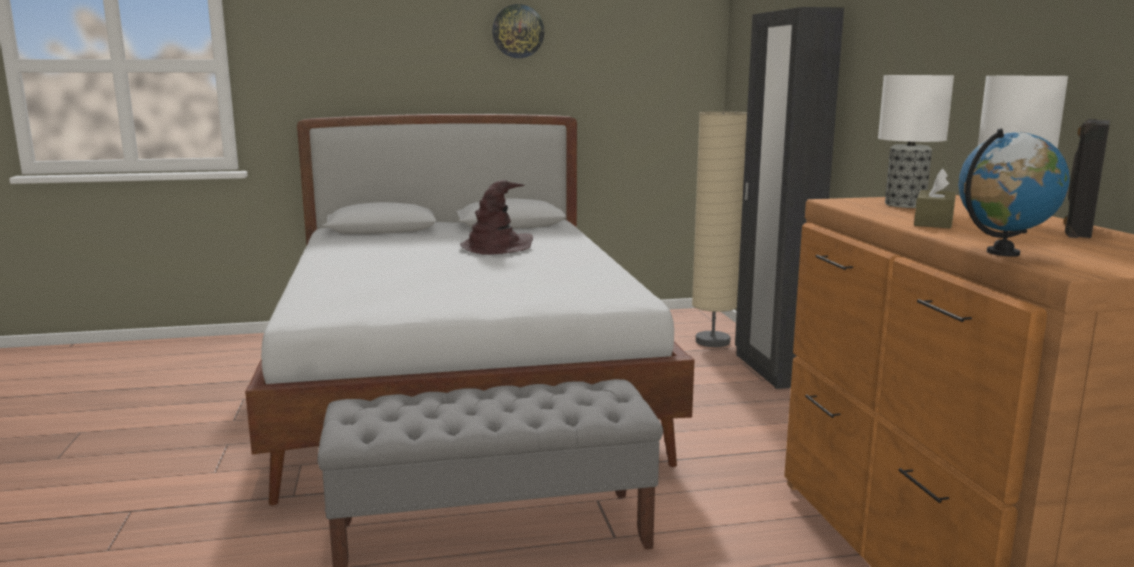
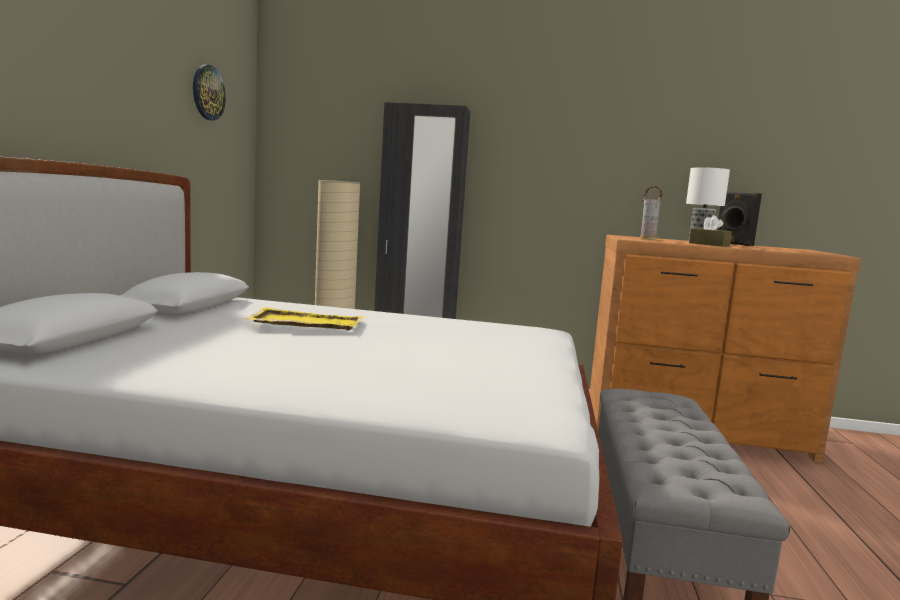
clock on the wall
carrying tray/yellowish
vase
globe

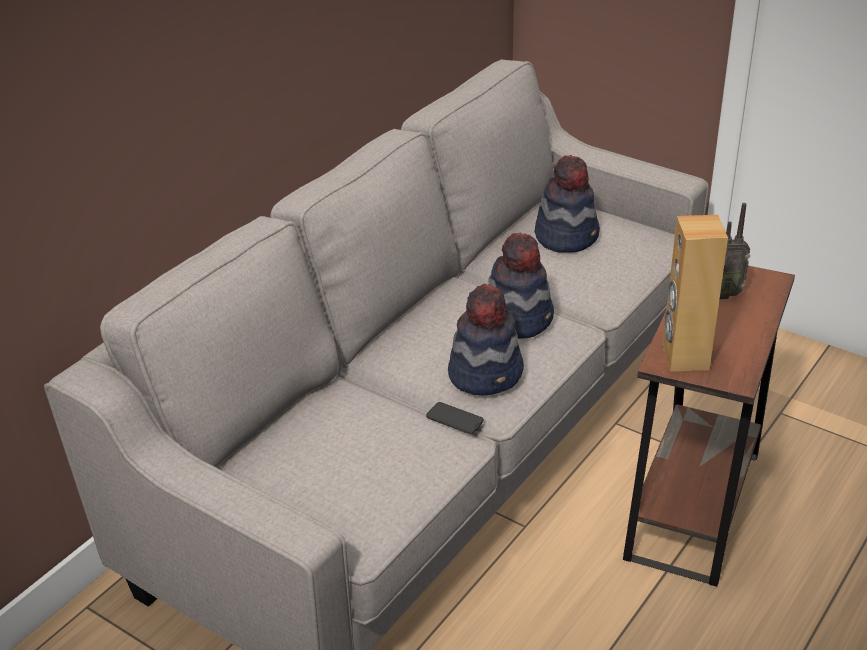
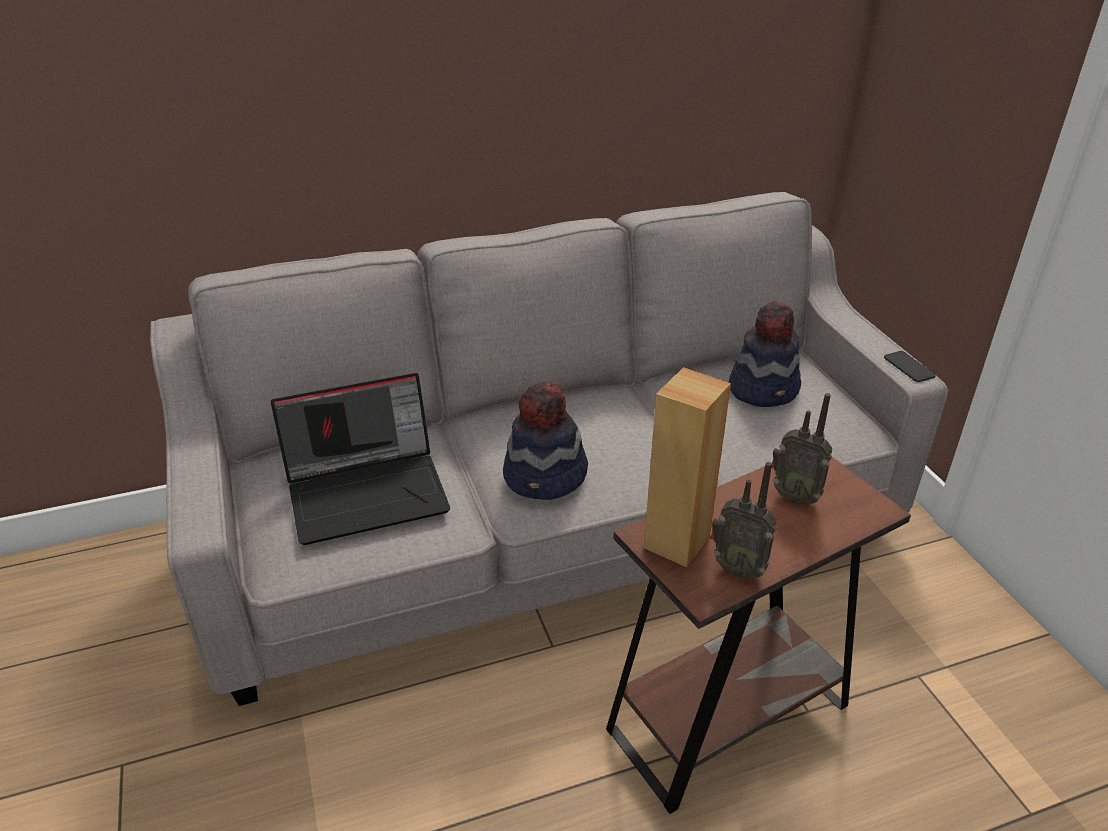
laptop
radio set (no. 1 from left)
telephone
wearable hat (no. 2 from left in the first image)

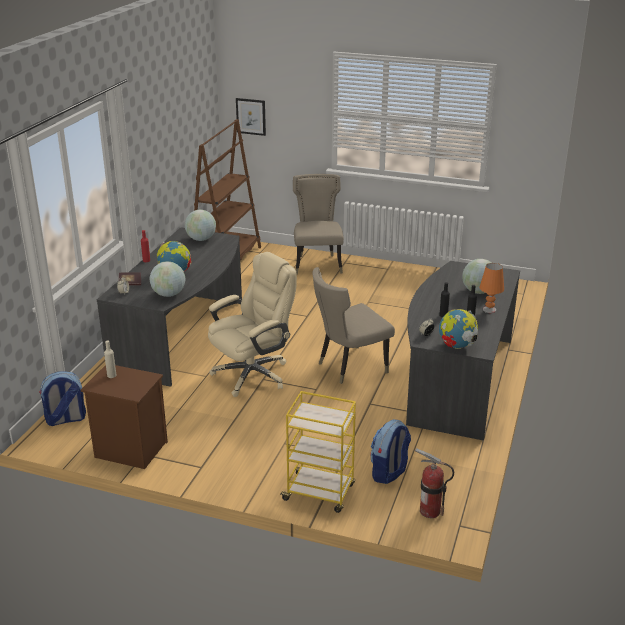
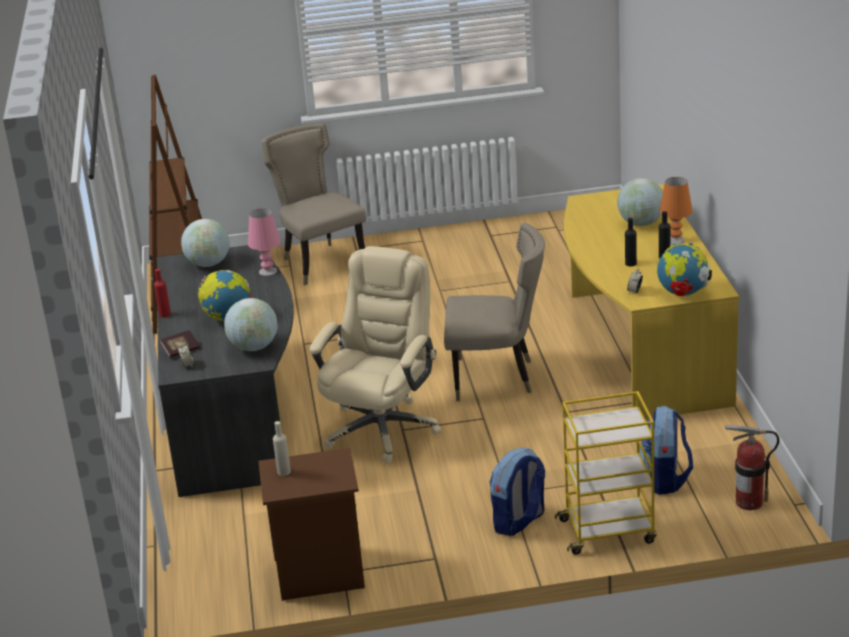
tabletop lamp/pink-coloured
upright chair/beige (no. 2 from left)
backpack (no. 1 from left)
desk table/yellowish
picture

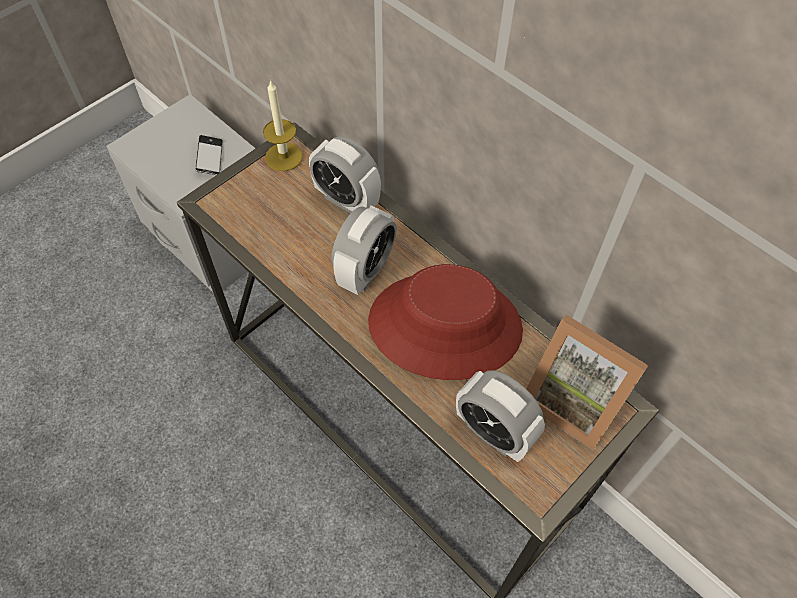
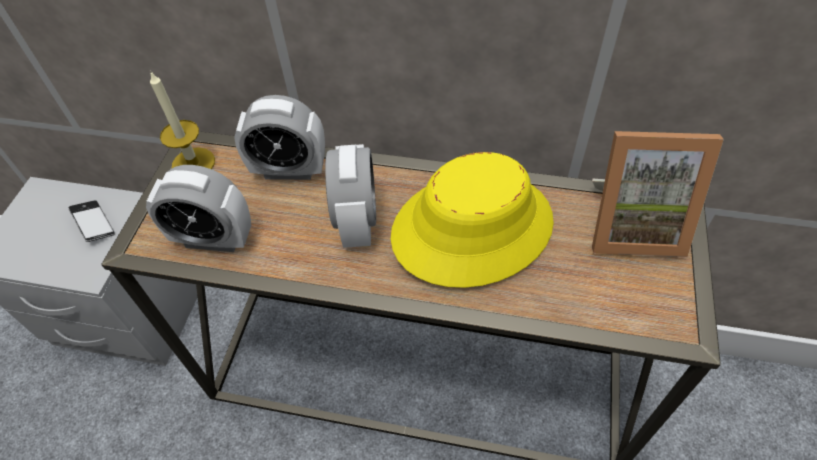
bedside clock (no. 1 from left)
wearable hat/yellowish

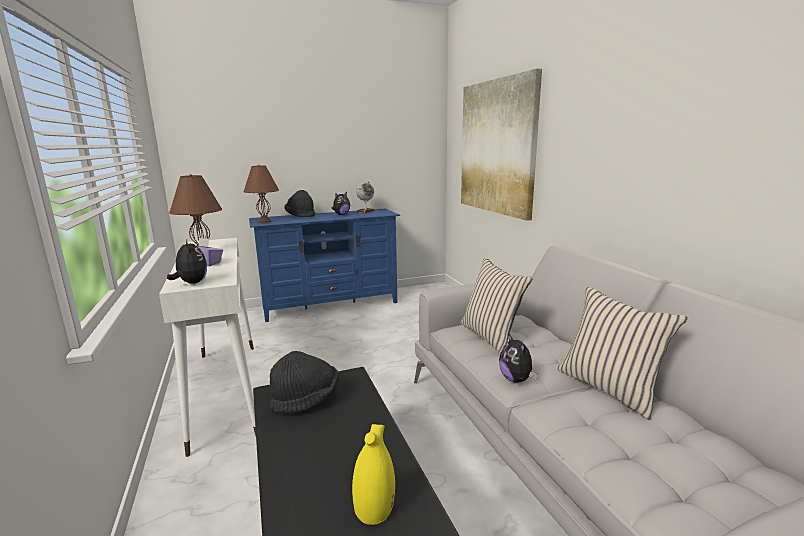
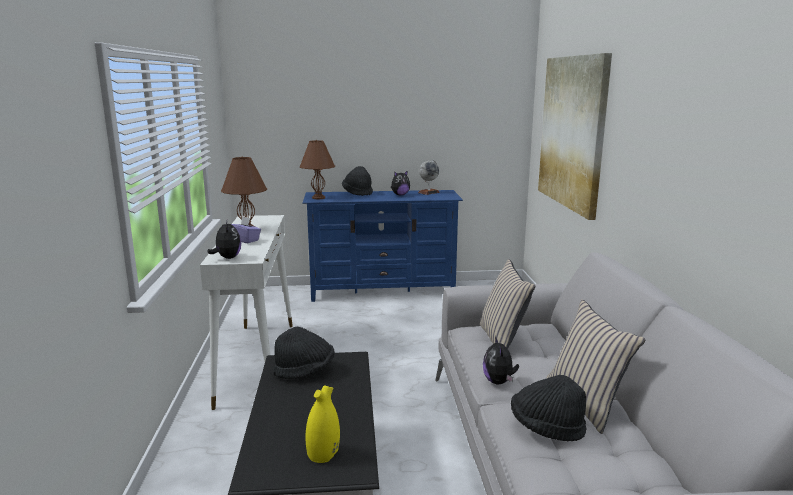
wearable hat/black-coloured (no. 3 from left)

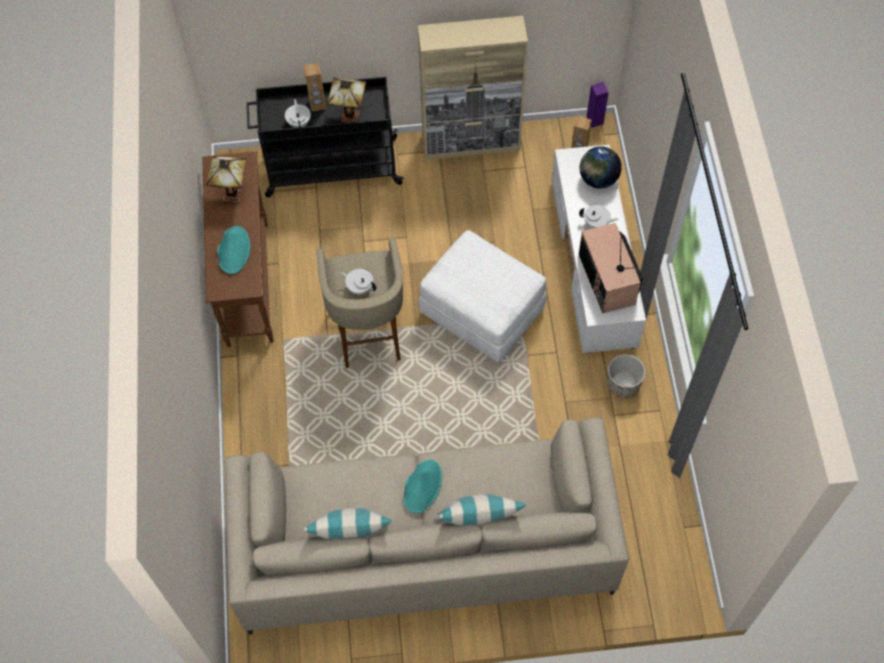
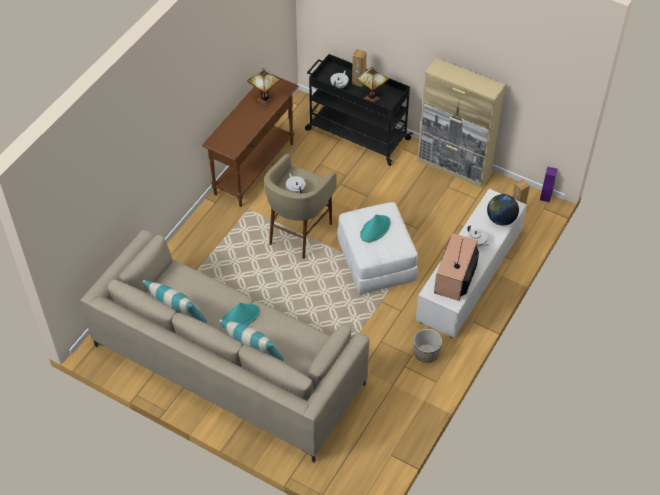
wearable hat/turquoise (no. 2 from left)

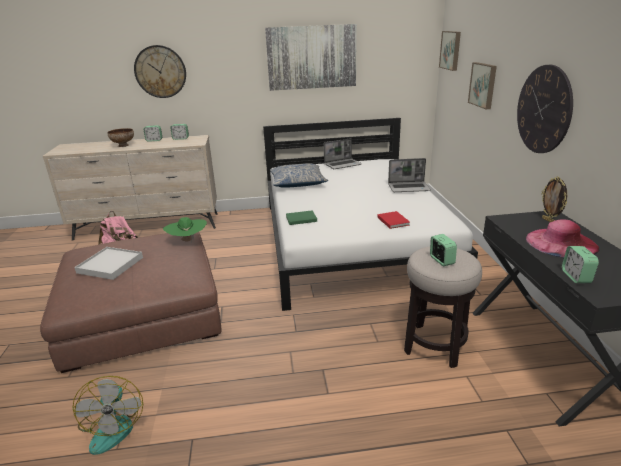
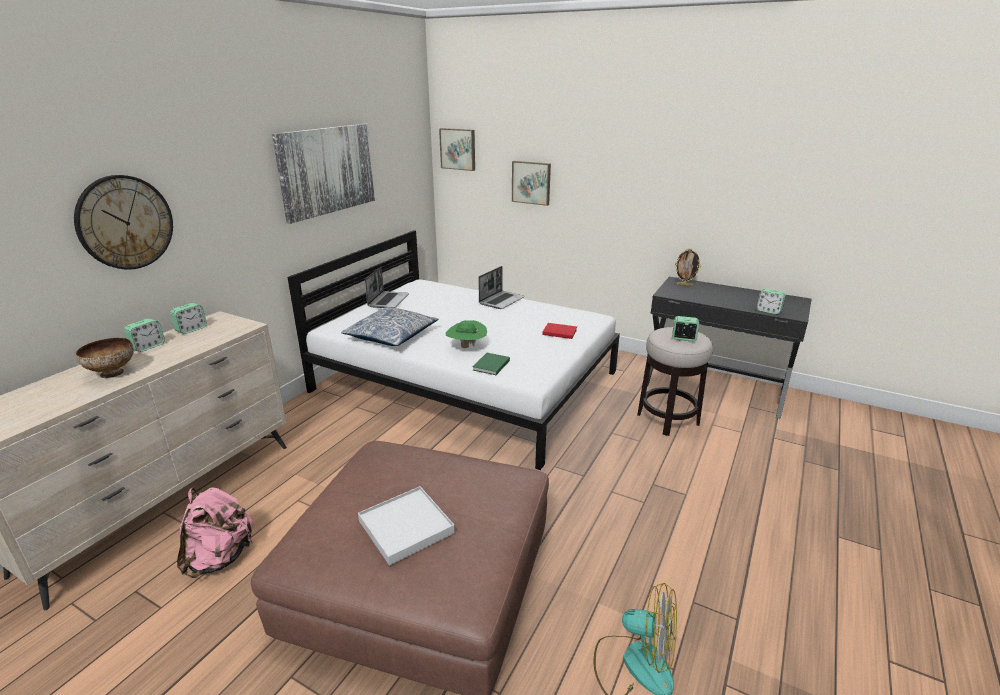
wearable hat/green
clock on the wall (no. 2 from left in the first image)
wearable hat/pink-coloured

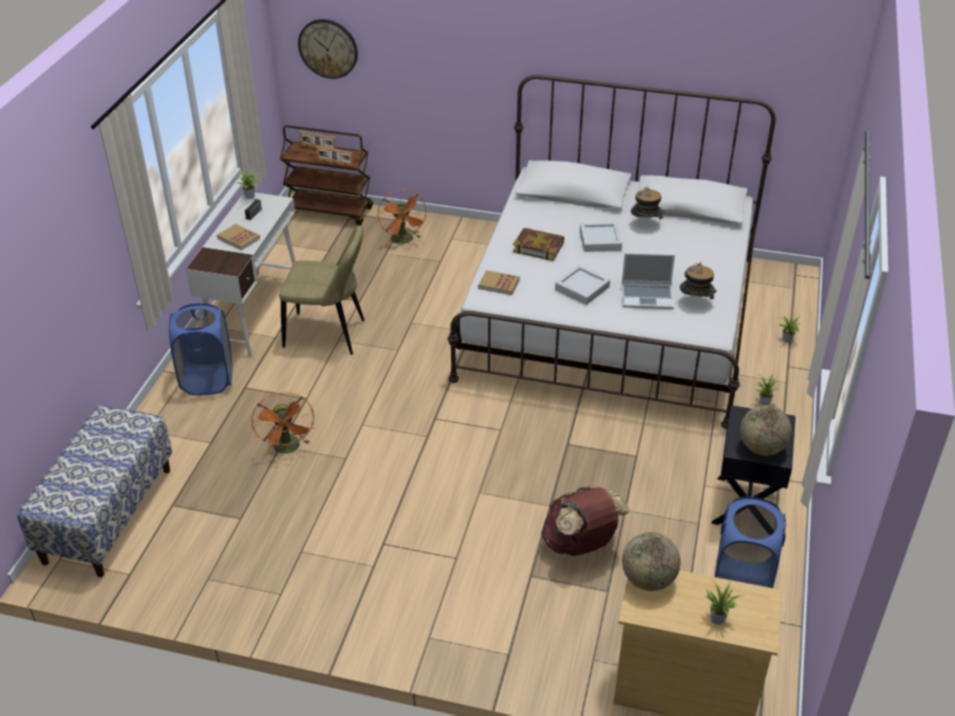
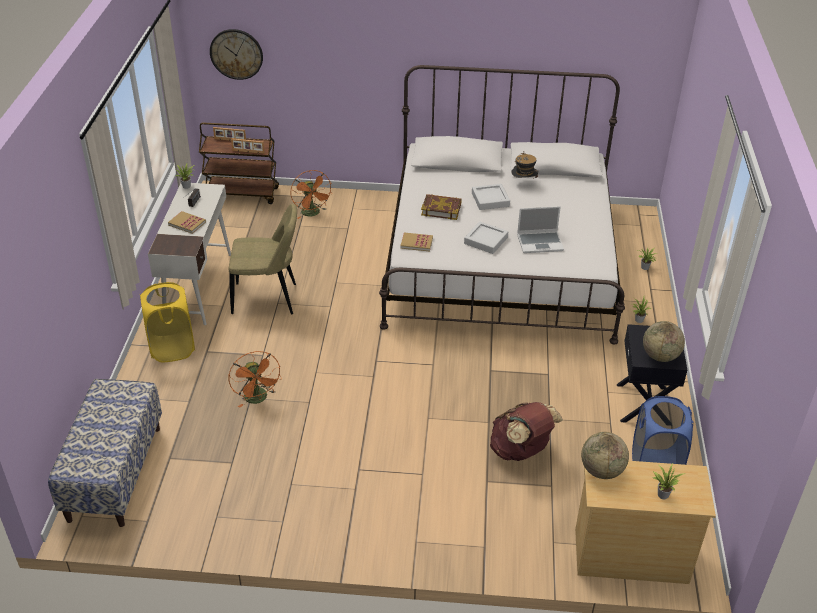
hamper/yellowish
wearable hat (no. 2 from left in the first image)

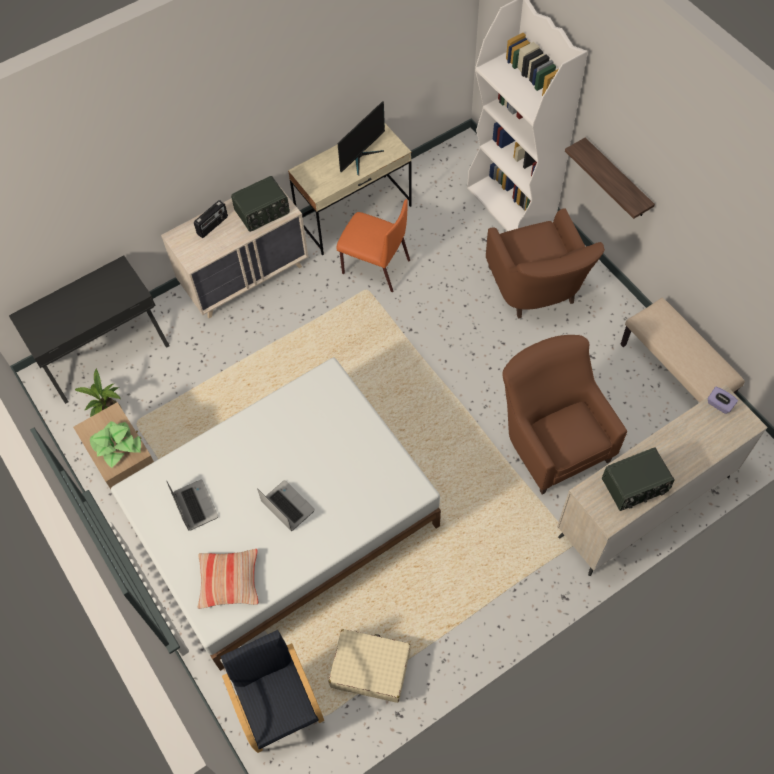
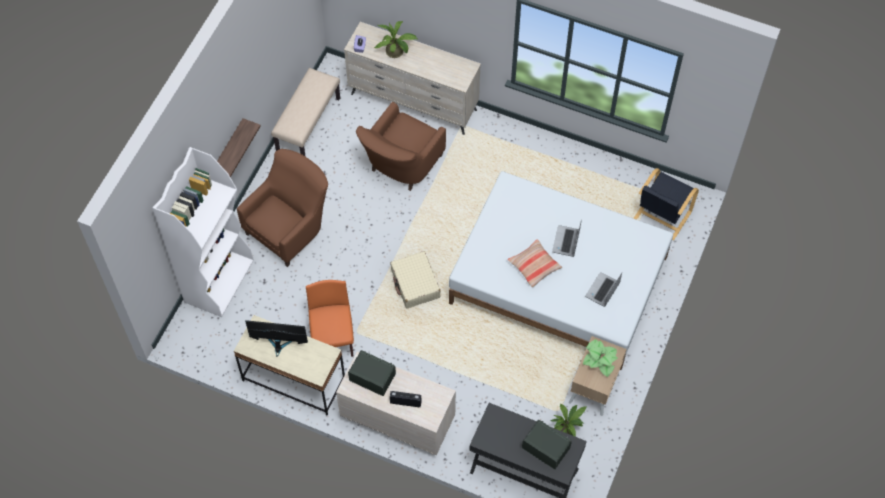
plant in a pot (no. 1 from left)
travel case/beige
pillow
radio set (no. 3 from left)

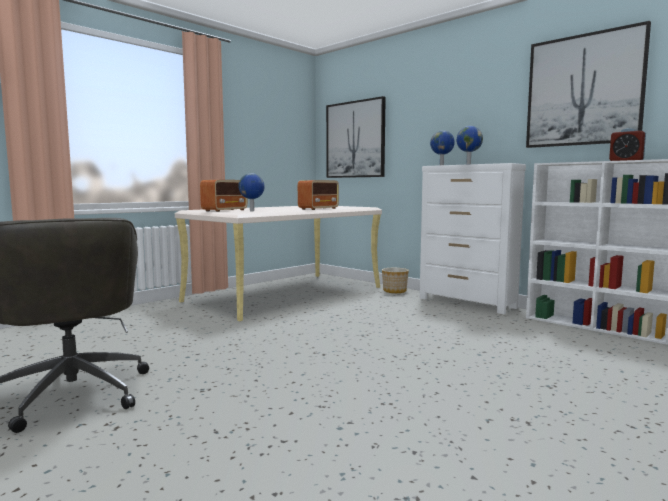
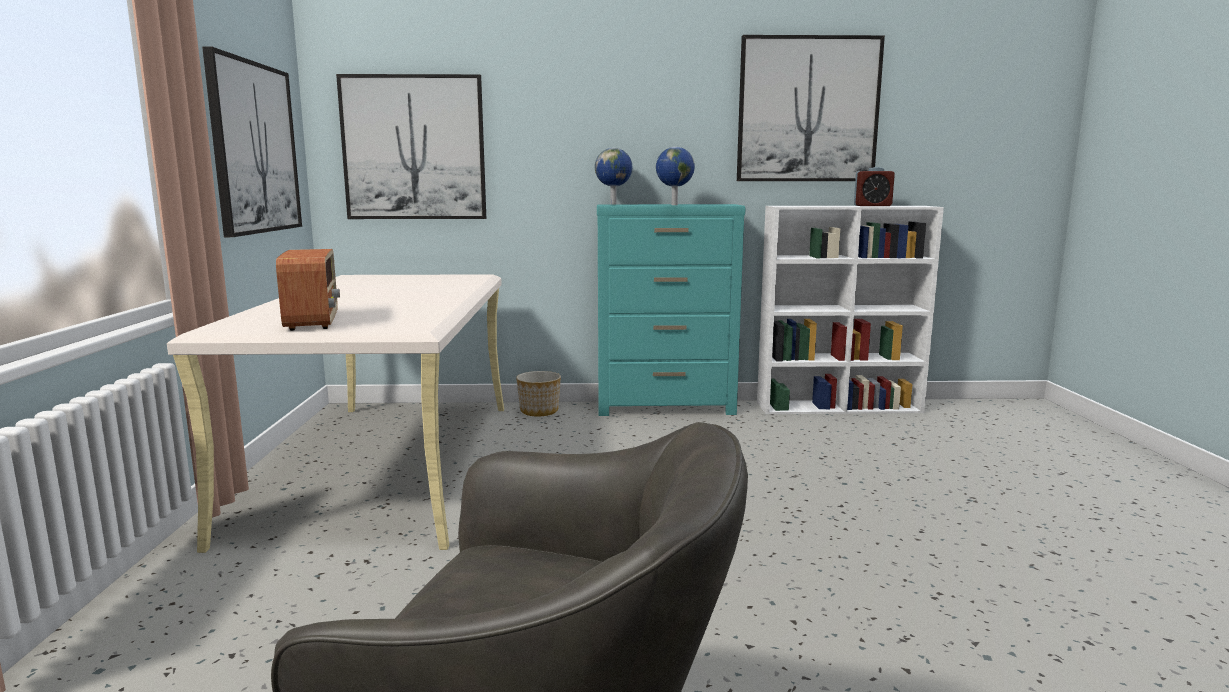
picture (no. 1 from left)
chest of drawers/turquoise
globe (no. 1 from left in the first image)
radio set (no. 2 from left in the first image)

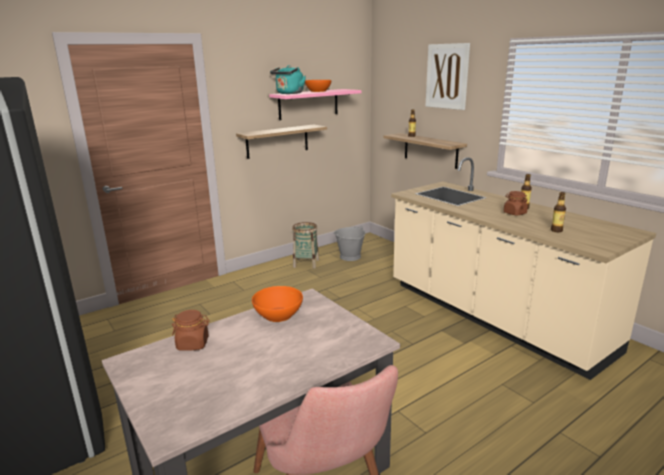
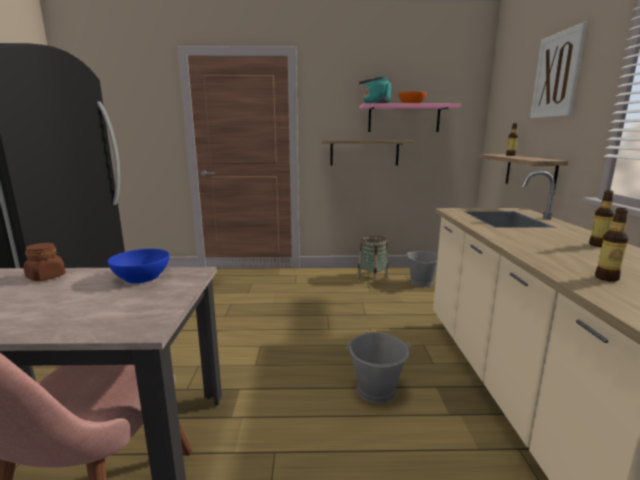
serving bowl/blue
water bucket/greyish (no. 1 from left)
jar/brown-coloured (no. 2 from left in the first image)

